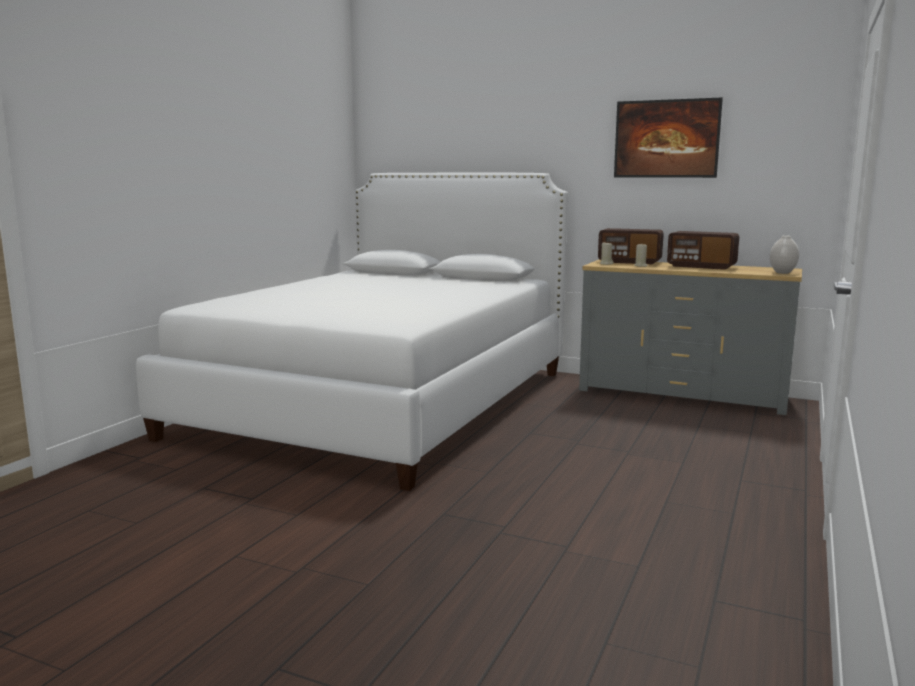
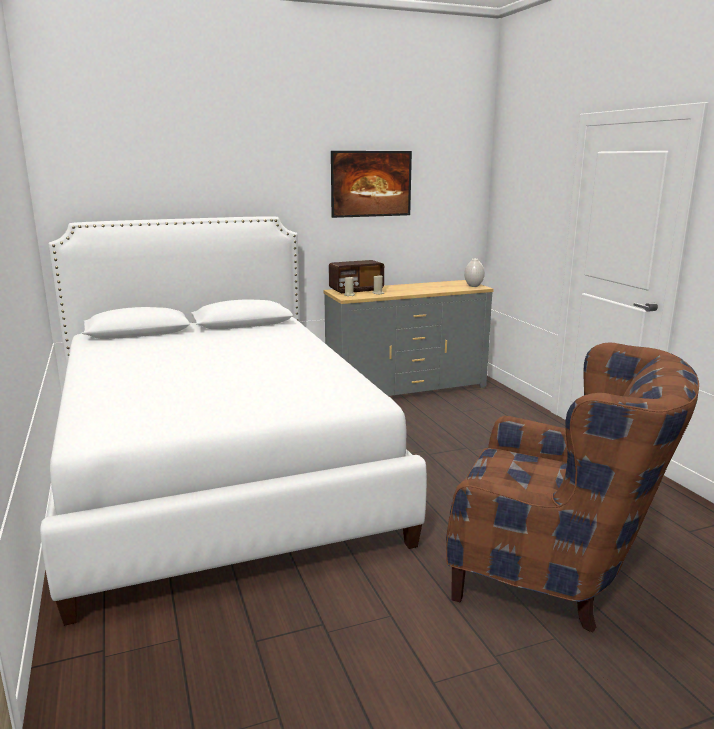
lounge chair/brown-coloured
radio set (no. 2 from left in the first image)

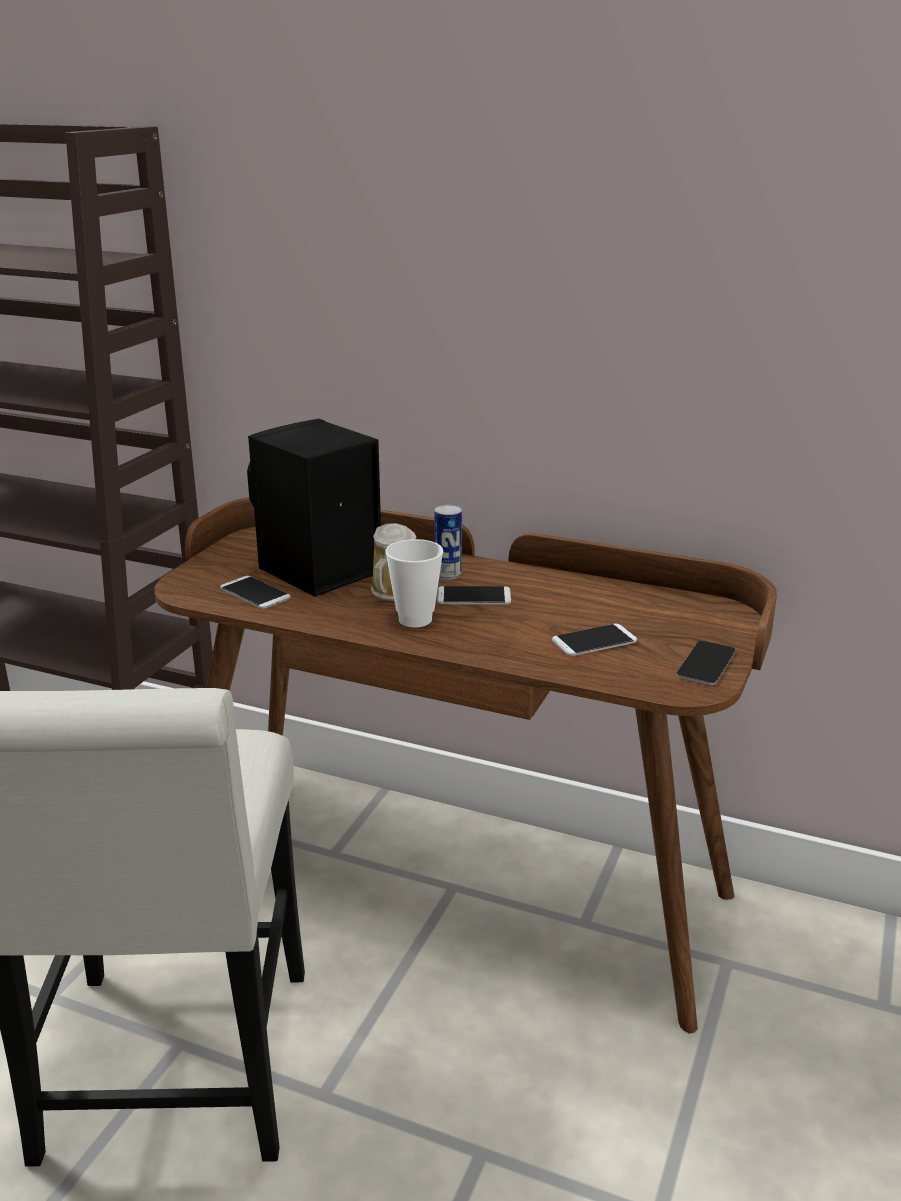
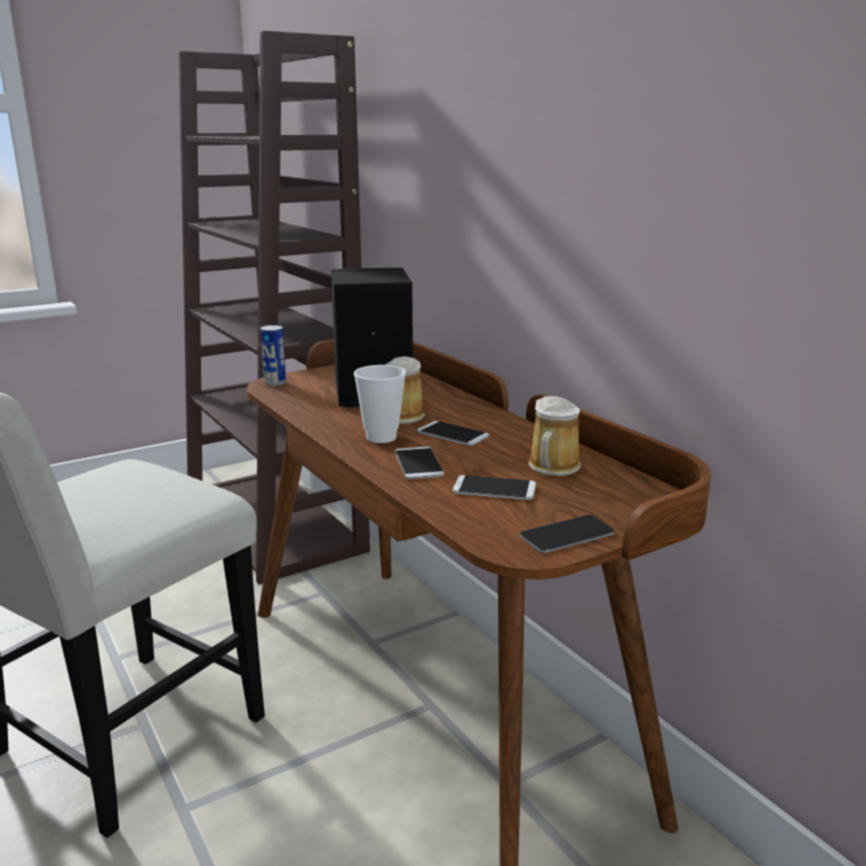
can
telephone (no. 1 from left)
tea mug (no. 2 from left)

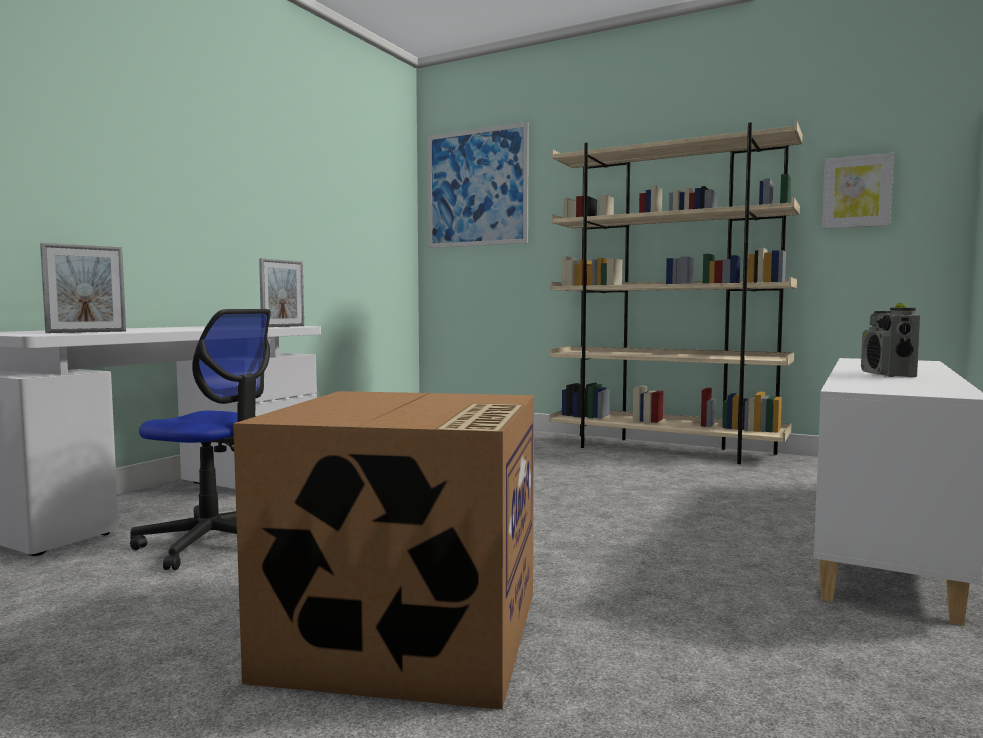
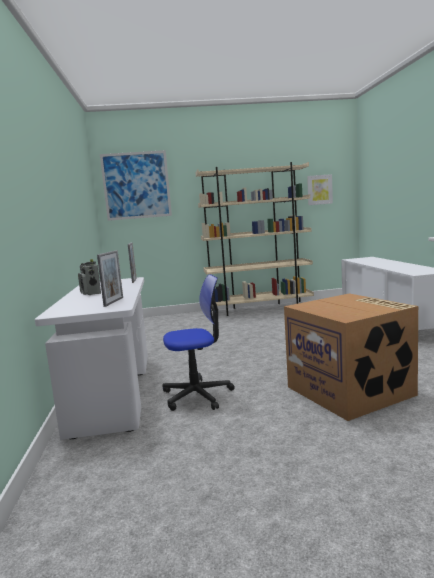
radio set

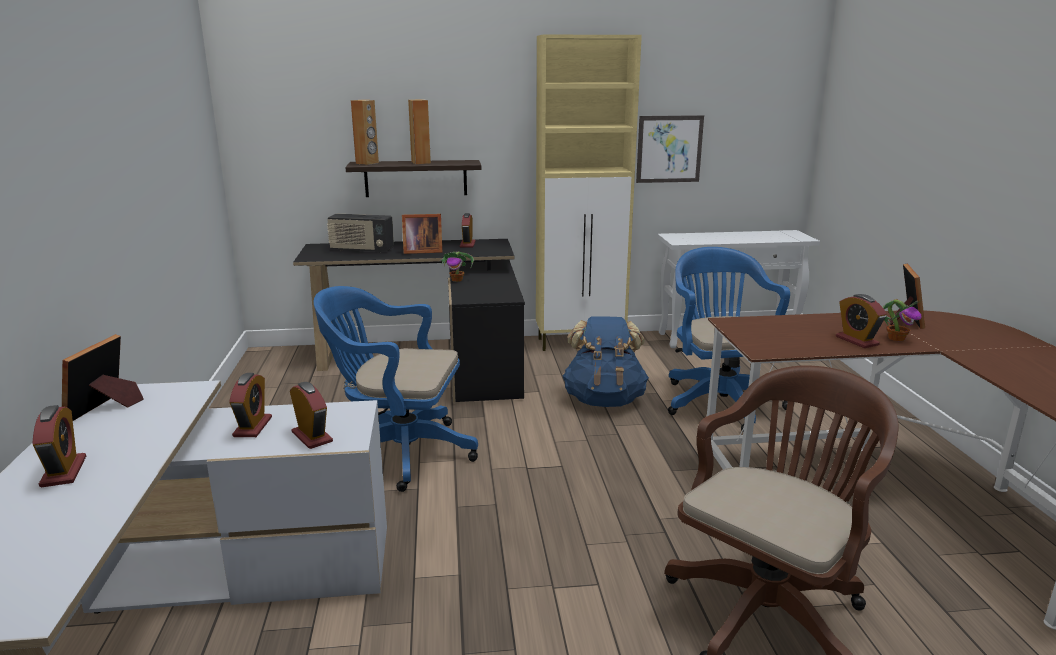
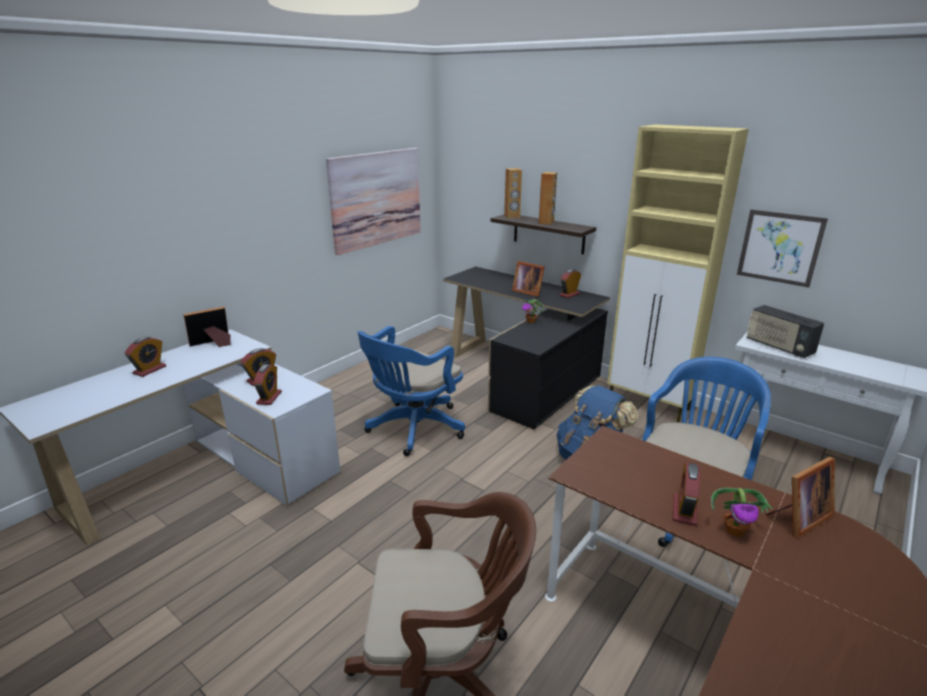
picture (no. 1 from left)
computer chair/blue (no. 1 from left)
radio set

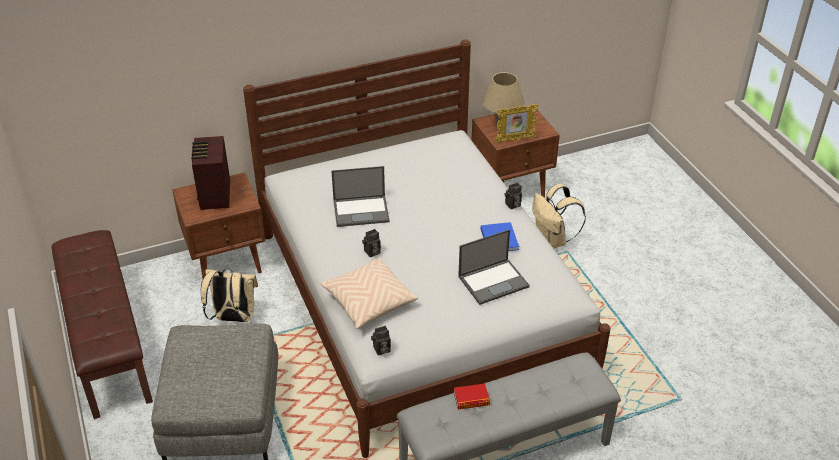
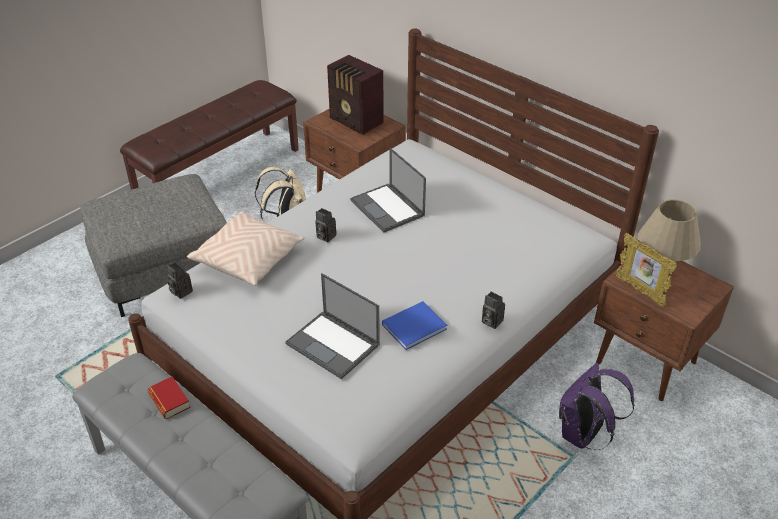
radio set
backpack/purple

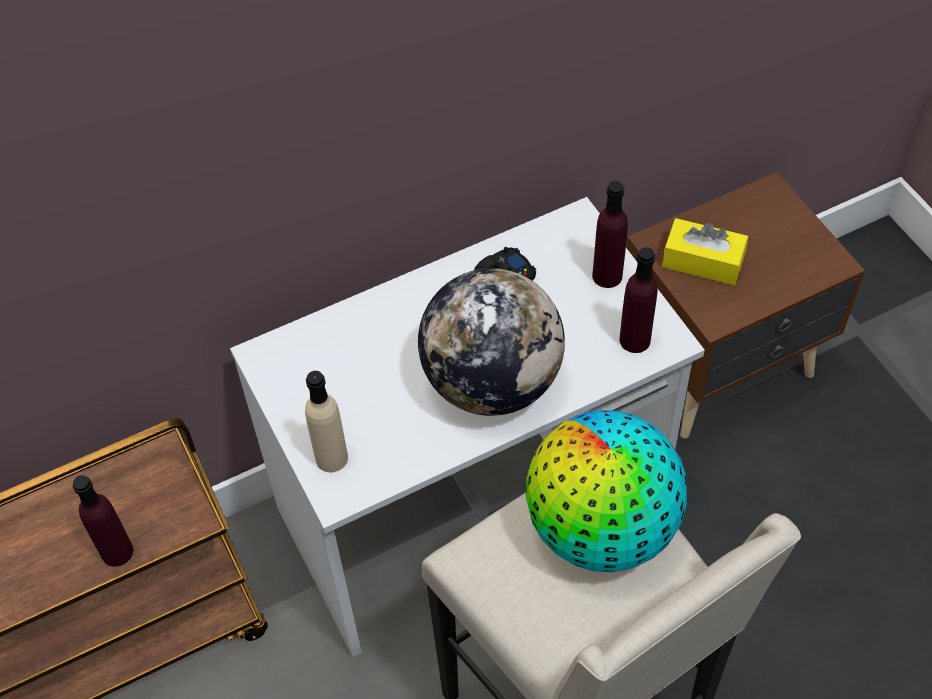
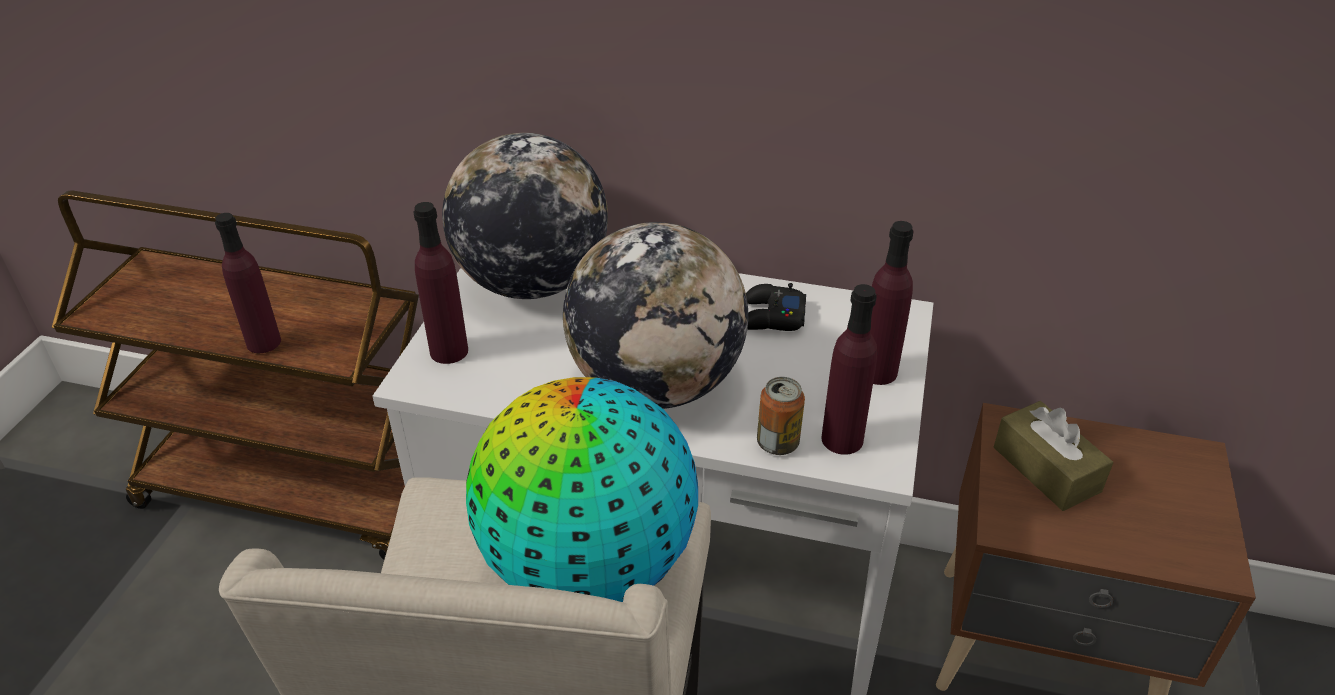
drink bottle/purple (no. 2 from left)
globe (no. 1 from left)
can
box of tissues/brown-coloured

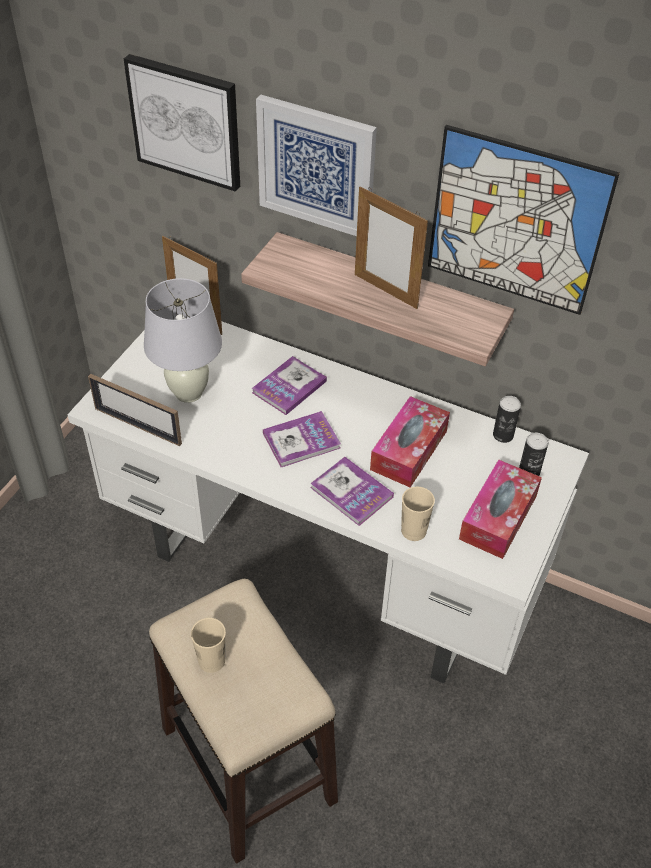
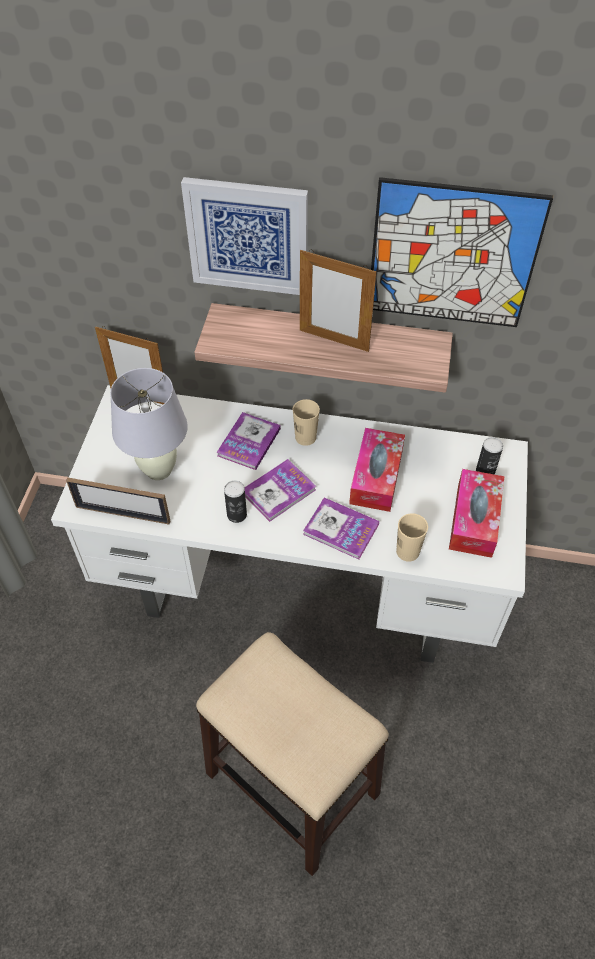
can (no. 1 from left)
drinking cup/beige (no. 1 from left)
picture (no. 1 from left in the first image)

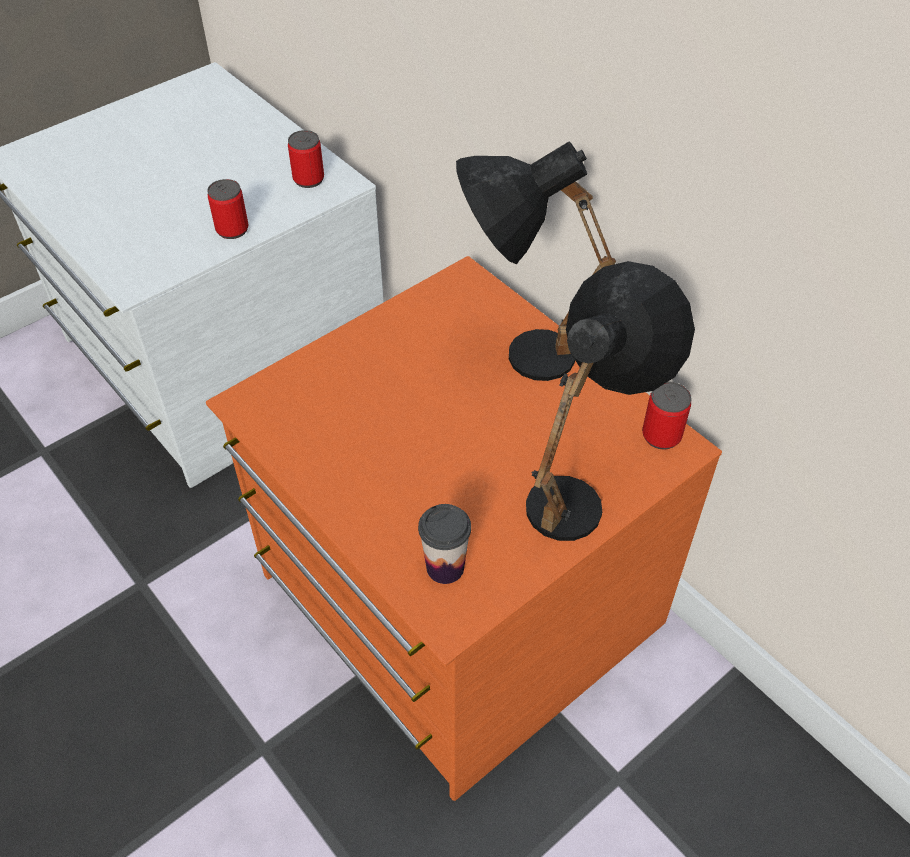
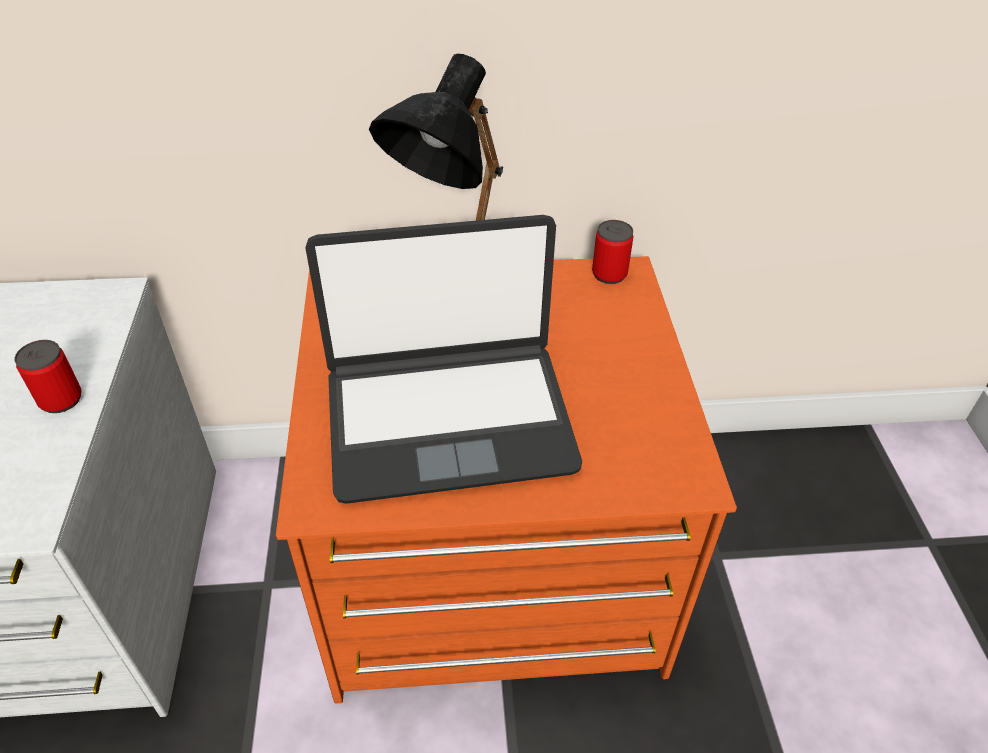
laptop
can (no. 2 from left in the first image)
drinking cup
tabletop lamp/black-coloured (no. 2 from left in the first image)

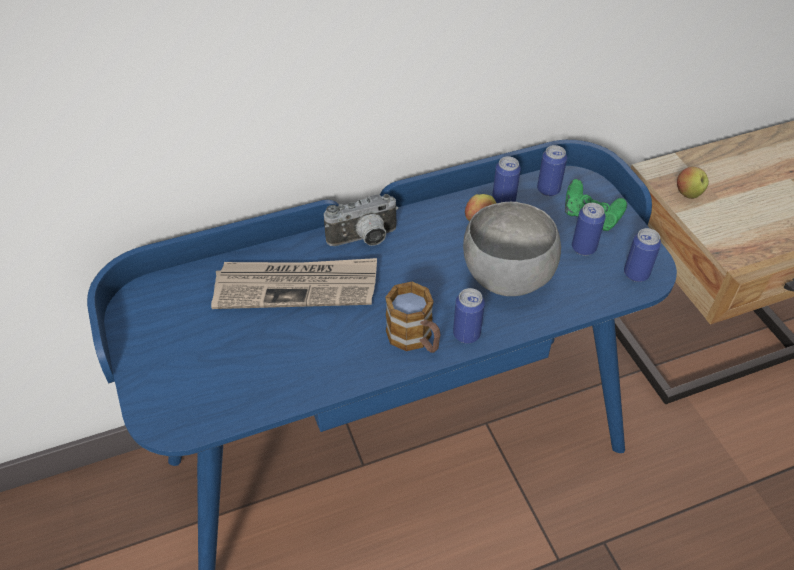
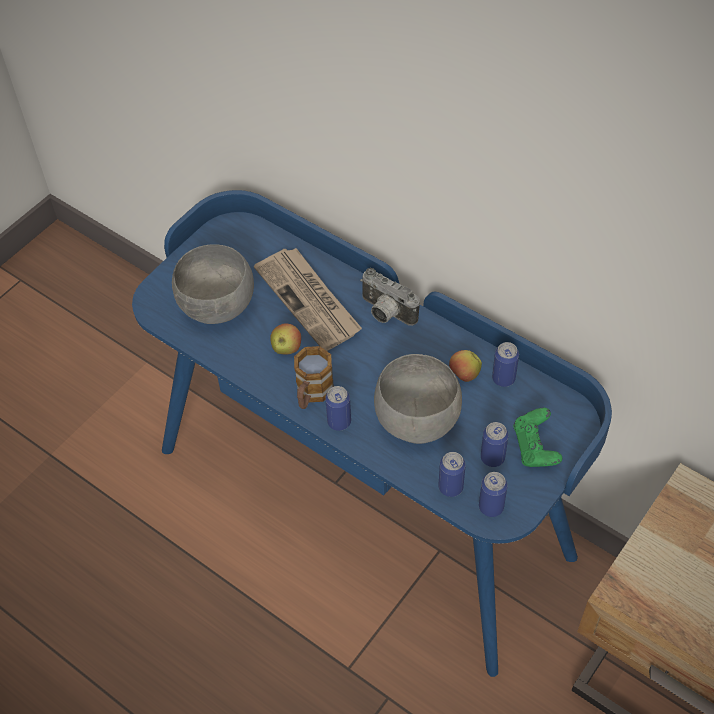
serving bowl/greyish (no. 1 from left)
apple (no. 1 from left)
can (no. 2 from left)

